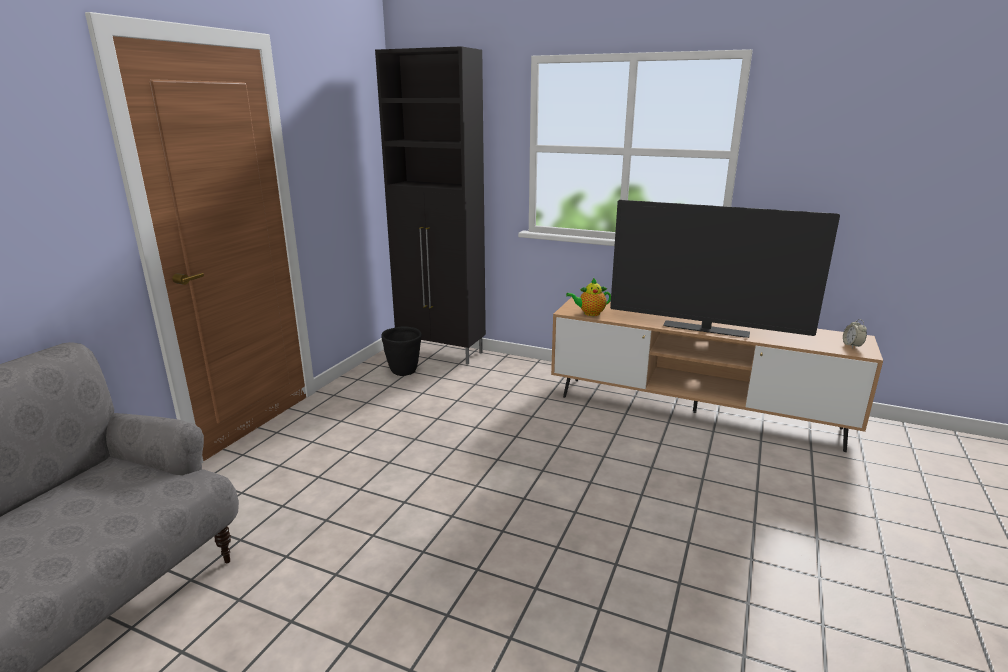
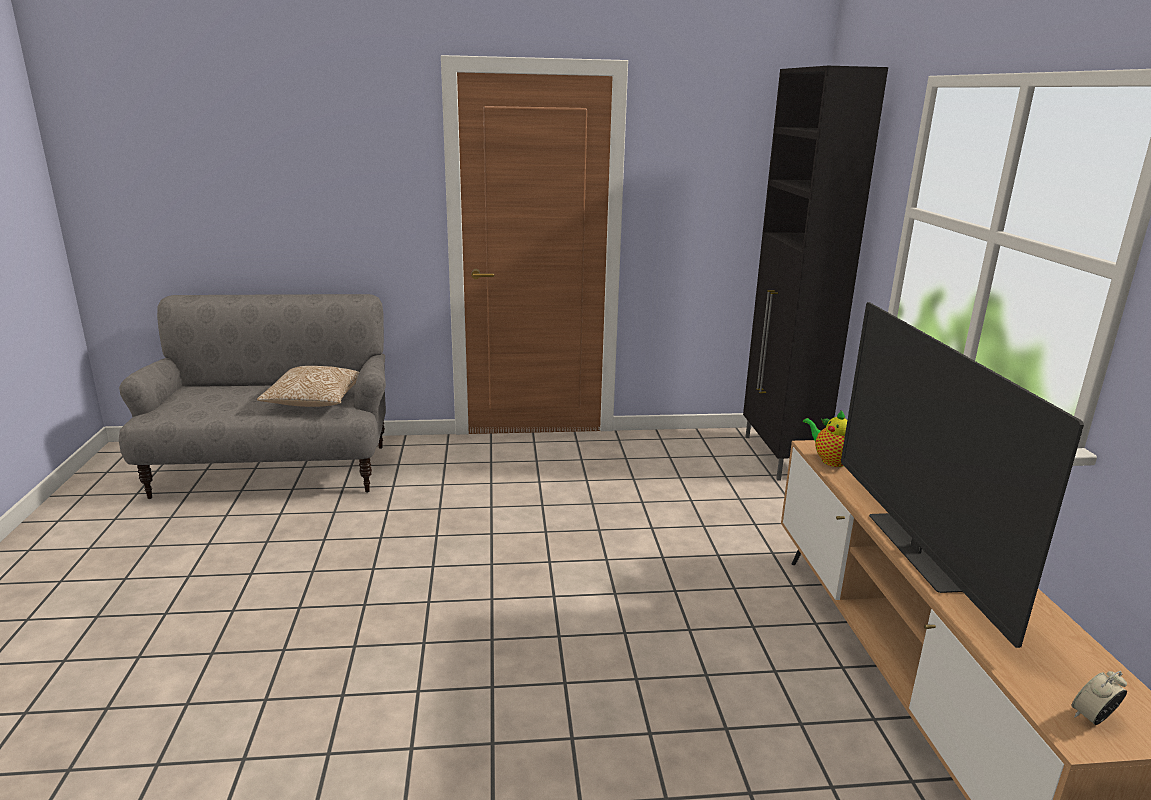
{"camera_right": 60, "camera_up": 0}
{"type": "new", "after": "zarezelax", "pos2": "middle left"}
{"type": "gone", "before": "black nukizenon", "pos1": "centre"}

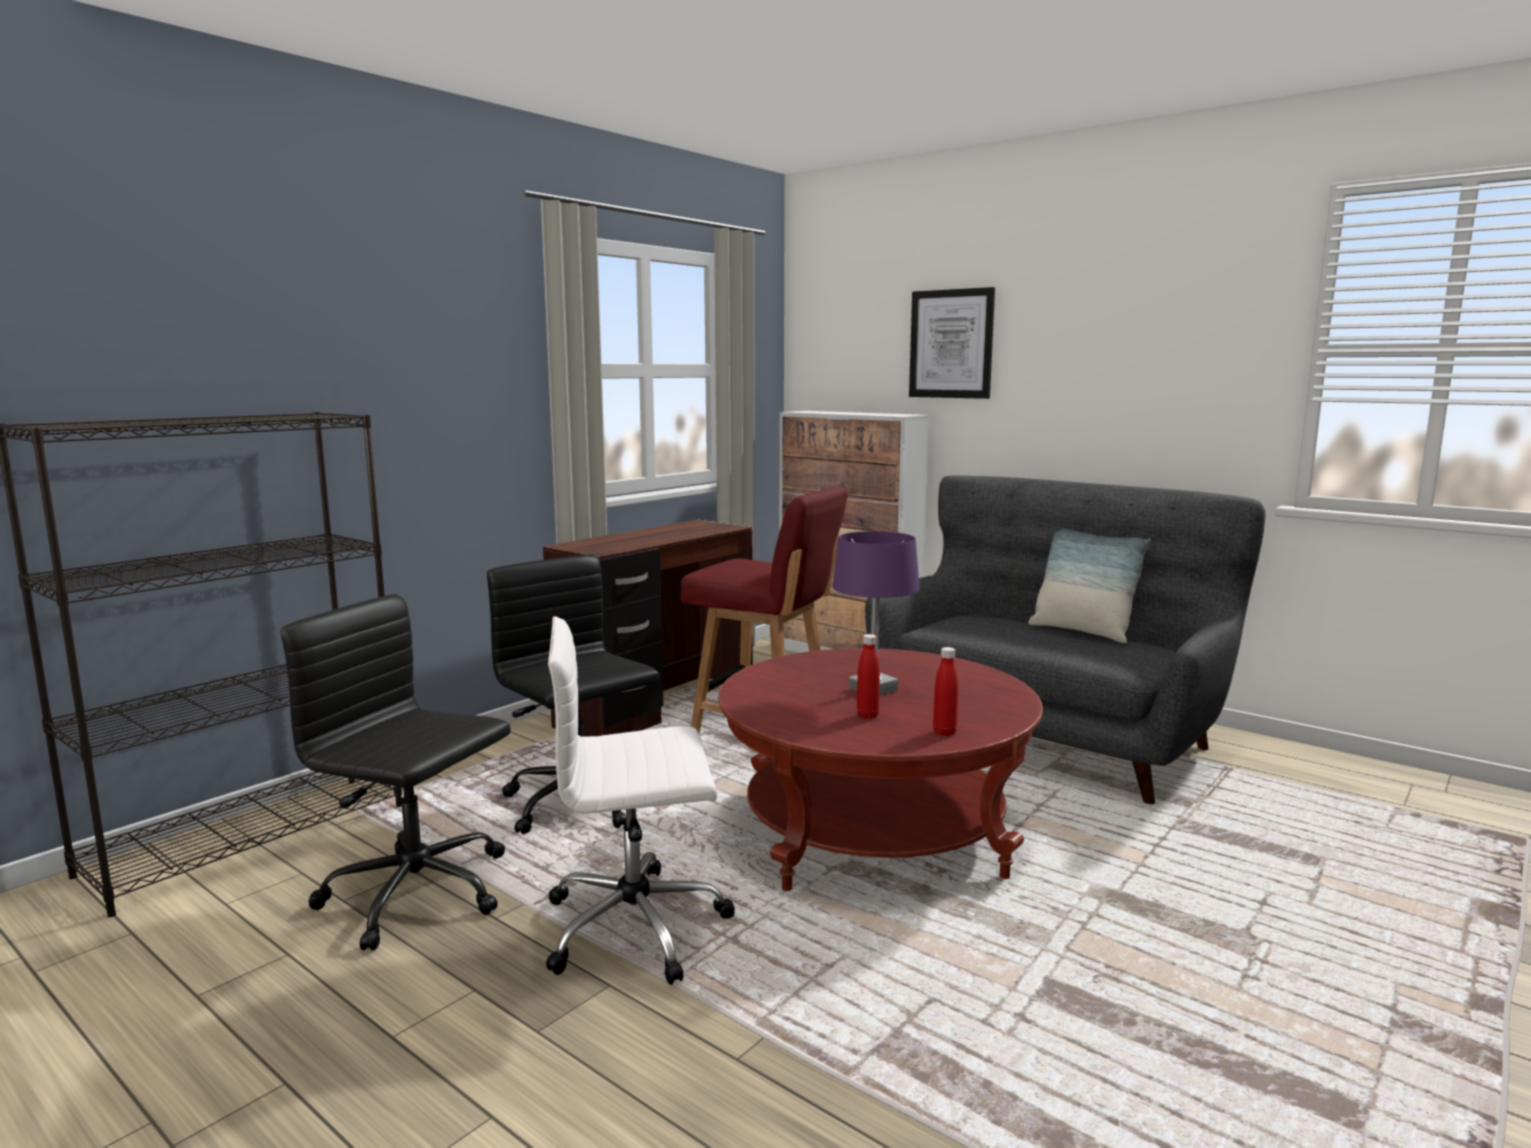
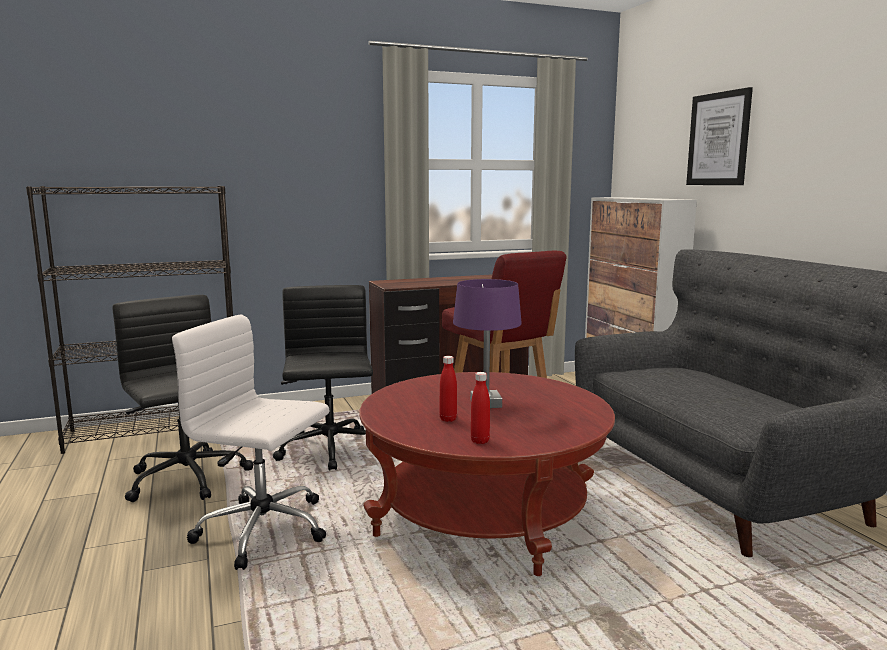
{"camera_right": 30, "camera_up": 0}
{"type": "gone", "before": "zarezelax", "pos1": "middle right"}

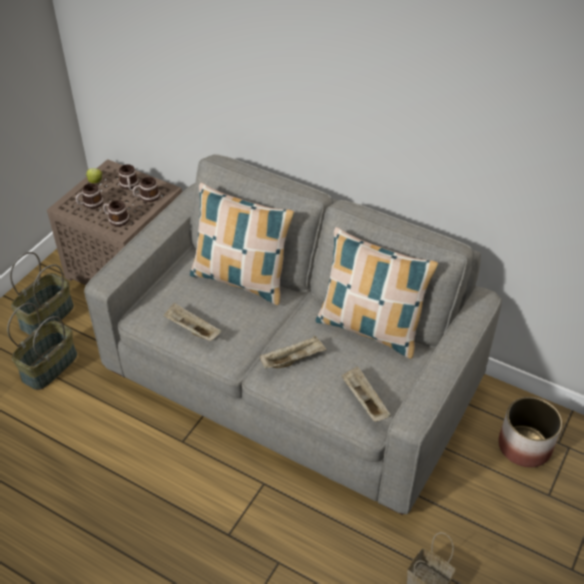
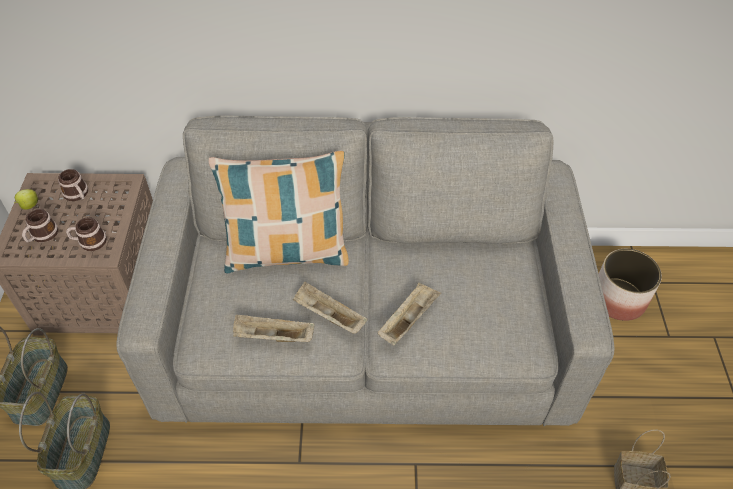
{"camera_right": -30, "camera_up": 5}
{"type": "shifted", "before": "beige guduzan (no. 3 from left in the first image)", "after": "beige guduzan (no. 2 from left)", "pos1": "bottom centre", "pos2": "centre"}
{"type": "gone", "before": "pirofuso (no. 4 from left)", "pos1": "top left"}
{"type": "gone", "before": "zarezelax (no. 2 from left)", "pos1": "centre"}

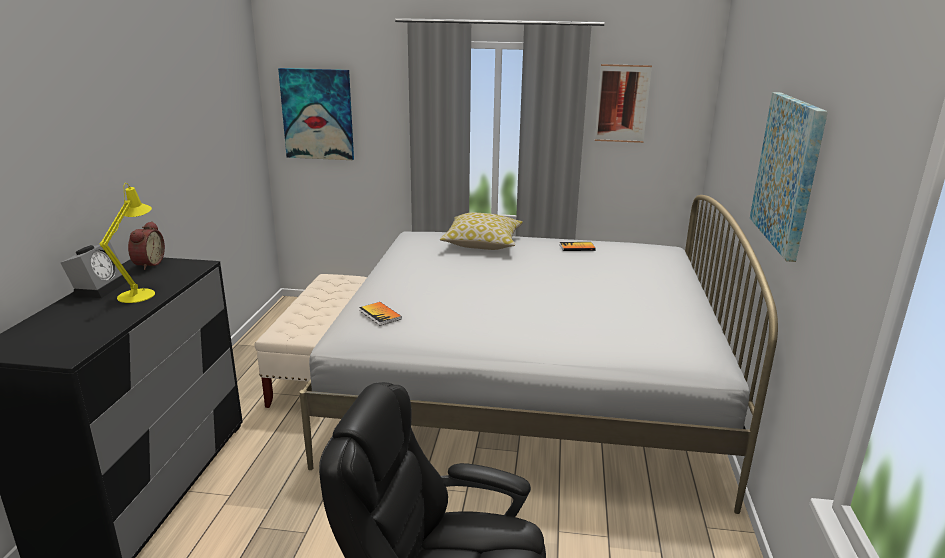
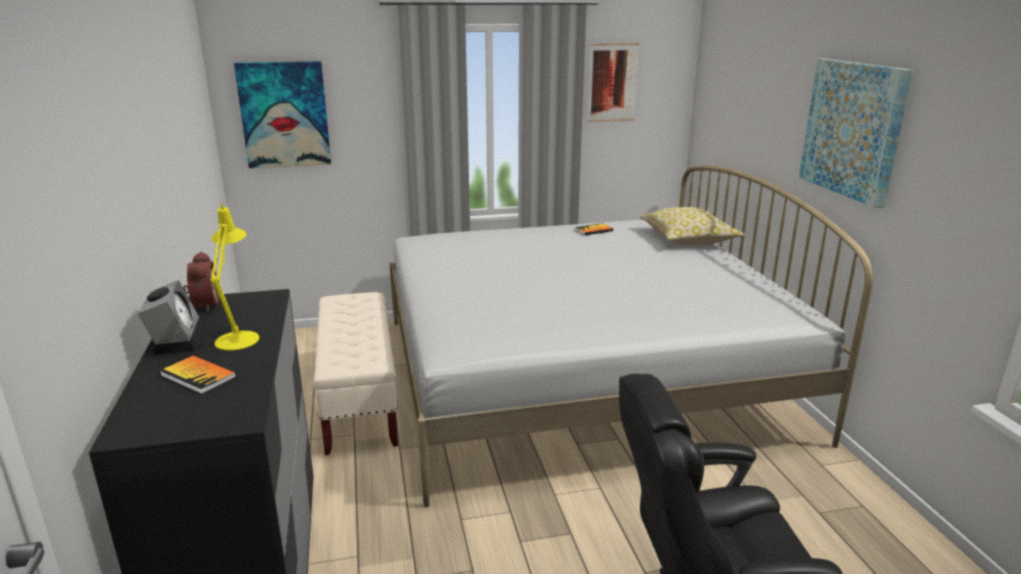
{"camera_right": -20, "camera_up": 0}
{"type": "shifted", "before": "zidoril (no. 1 from left)", "pos1": "centre", "pos2": "middle left"}
{"type": "shifted", "before": "zarezelax", "pos1": "centre", "pos2": "middle right"}

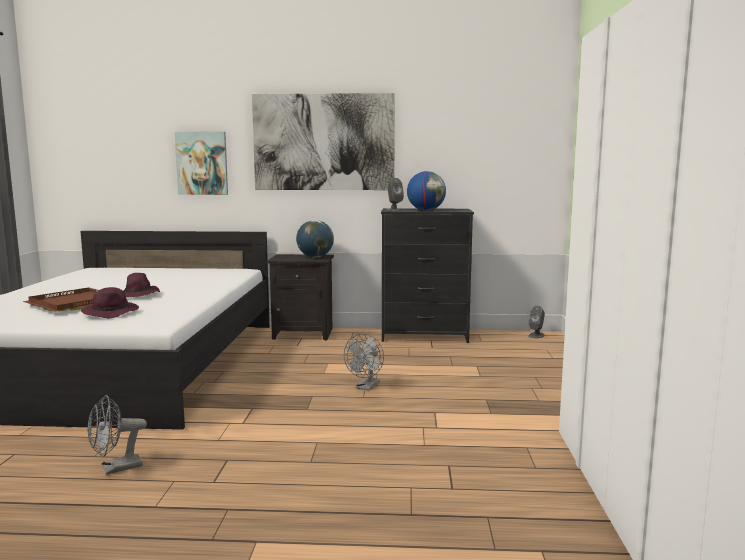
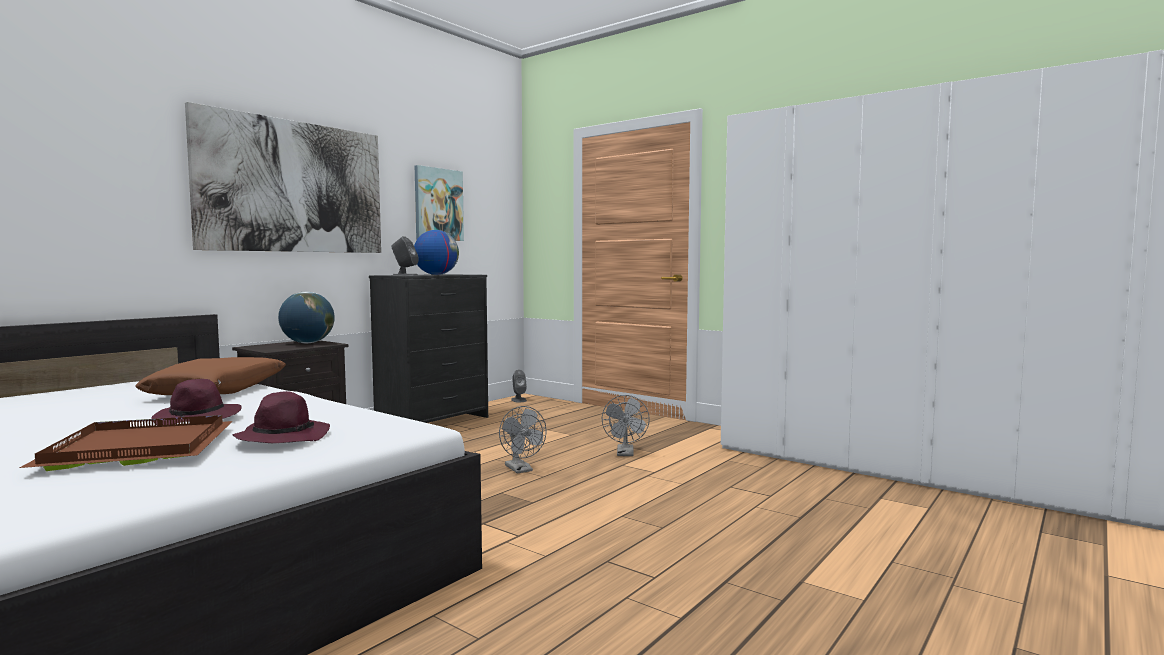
{"camera_right": -55, "camera_up": -5}
{"type": "new", "after": "brown zarezelax", "pos2": "middle left"}
{"type": "shifted", "before": "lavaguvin (no. 1 from left in the first image)", "after": "lavaguvin (no. 2 from left)", "pos1": "top left", "pos2": "top centre"}
{"type": "shifted", "before": "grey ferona (no. 1 from left in the first image)", "after": "grey ferona (no. 2 from left)", "pos1": "bottom left", "pos2": "centre"}

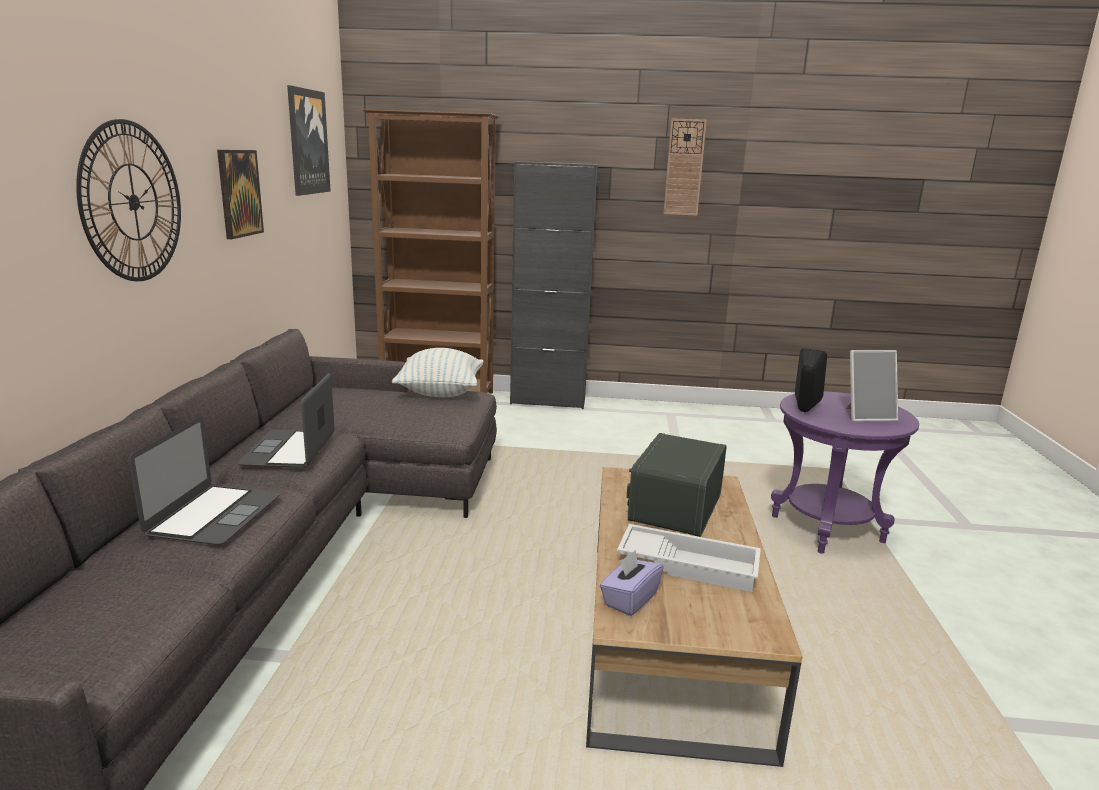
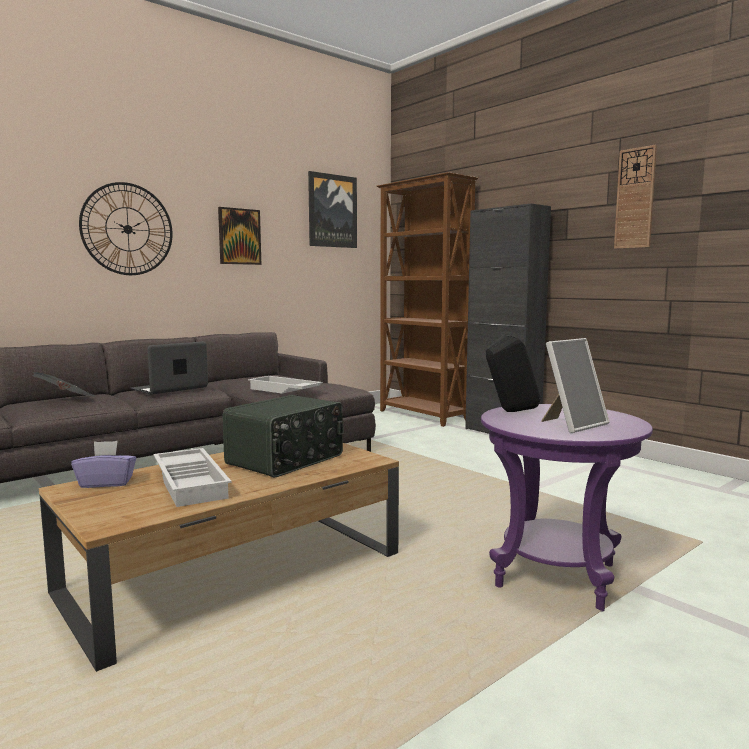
{"camera_right": 45, "camera_up": -10}
{"type": "swapped", "before": "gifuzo (no. 1 from left)", "after": "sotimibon", "pos1": "middle left", "pos2": "middle left"}
{"type": "rotated", "before": "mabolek", "pos1": "centre", "pos2": "centre", "turn": 150}
{"type": "new", "after": "white guduzan (no. 2 from left)", "pos2": "centre"}
{"type": "rotated", "before": "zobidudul", "pos1": "middle right", "pos2": "middle right", "turn": -75}
{"type": "gone", "before": "zarezelax", "pos1": "centre"}

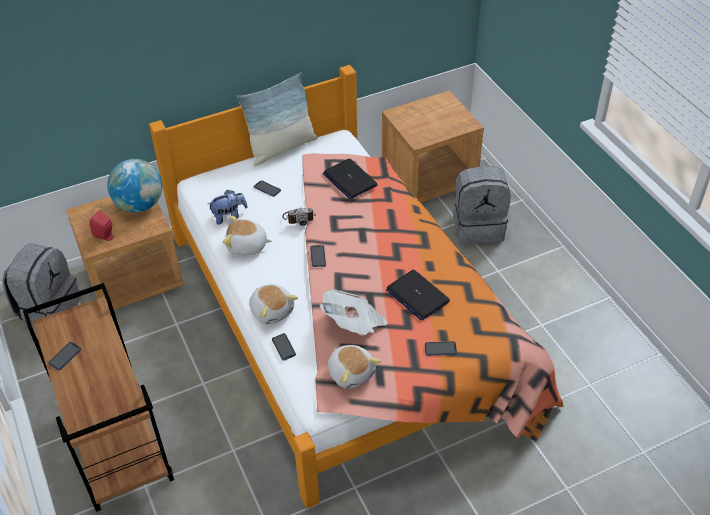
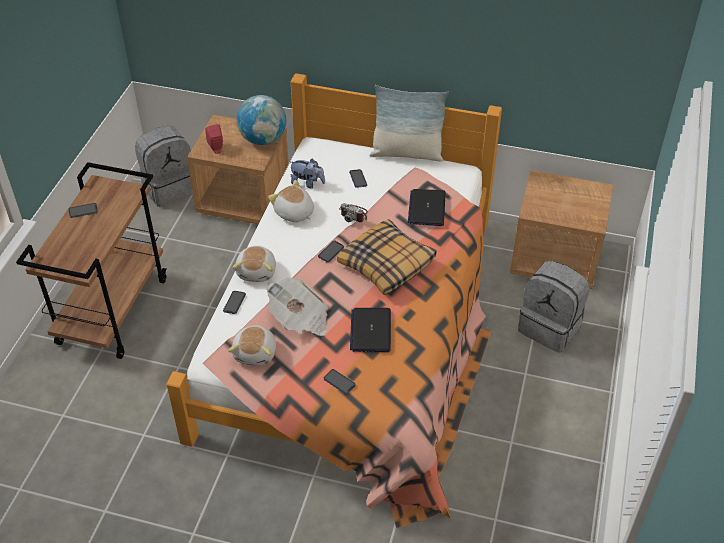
{"camera_right": 40, "camera_up": 0}
{"type": "new", "after": "zarezelax (no. 1 from left)", "pos2": "centre"}

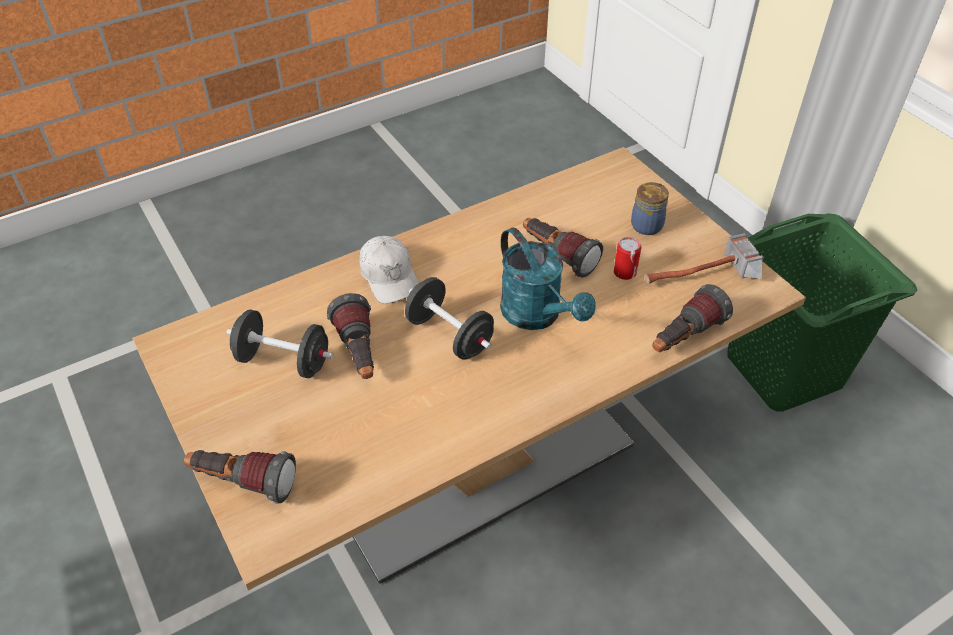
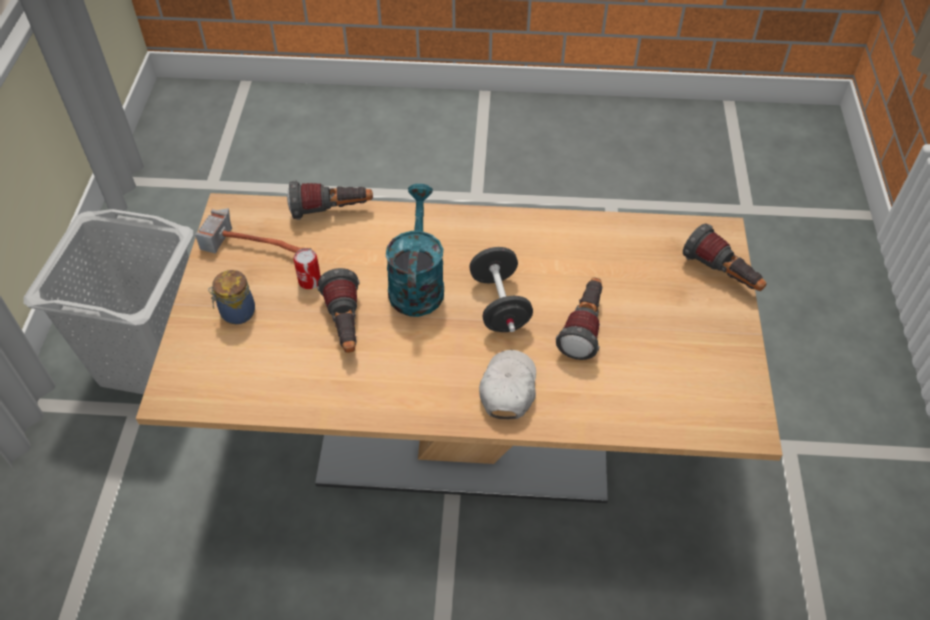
{"camera_right": -145, "camera_up": 5}
{"type": "repainted", "before": "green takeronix", "after": "grey takeronix", "pos1": "middle right", "pos2": "middle left"}
{"type": "gone", "before": "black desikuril (no. 1 from left)", "pos1": "middle left"}

